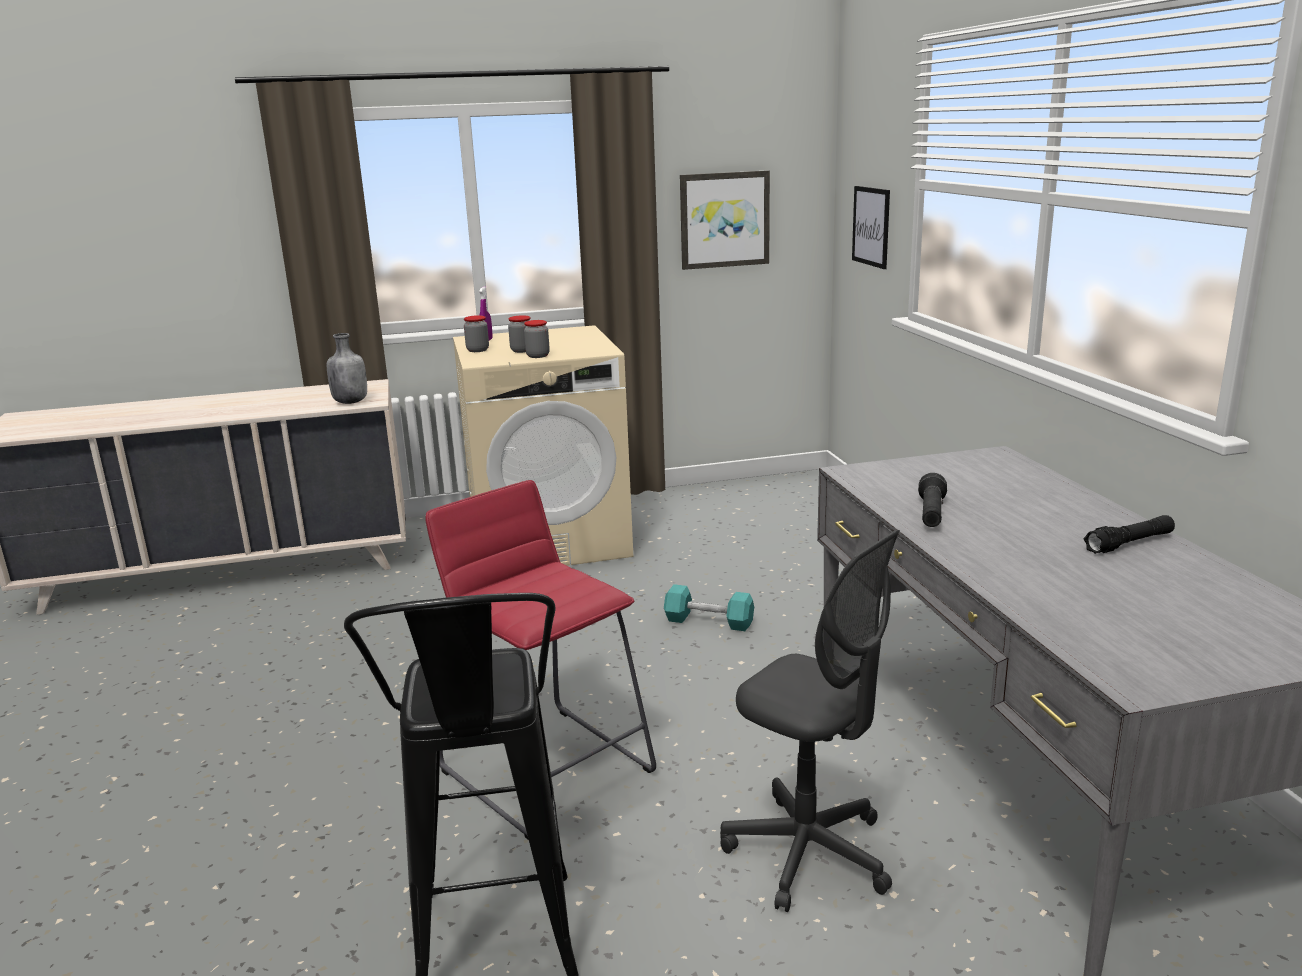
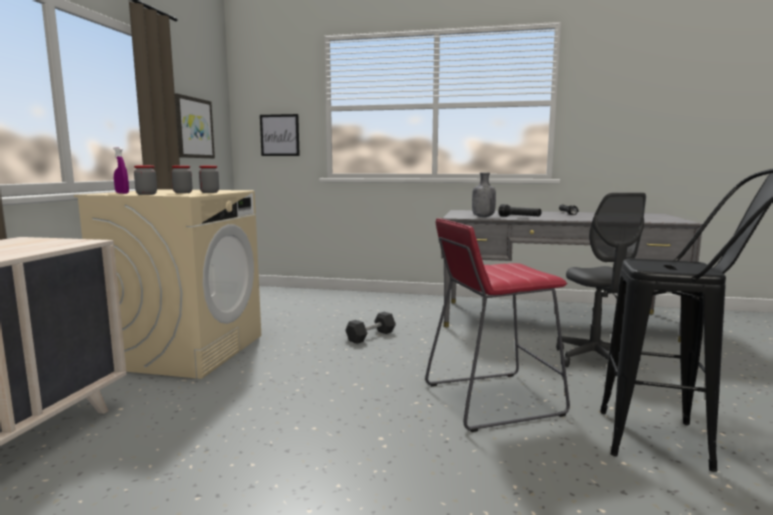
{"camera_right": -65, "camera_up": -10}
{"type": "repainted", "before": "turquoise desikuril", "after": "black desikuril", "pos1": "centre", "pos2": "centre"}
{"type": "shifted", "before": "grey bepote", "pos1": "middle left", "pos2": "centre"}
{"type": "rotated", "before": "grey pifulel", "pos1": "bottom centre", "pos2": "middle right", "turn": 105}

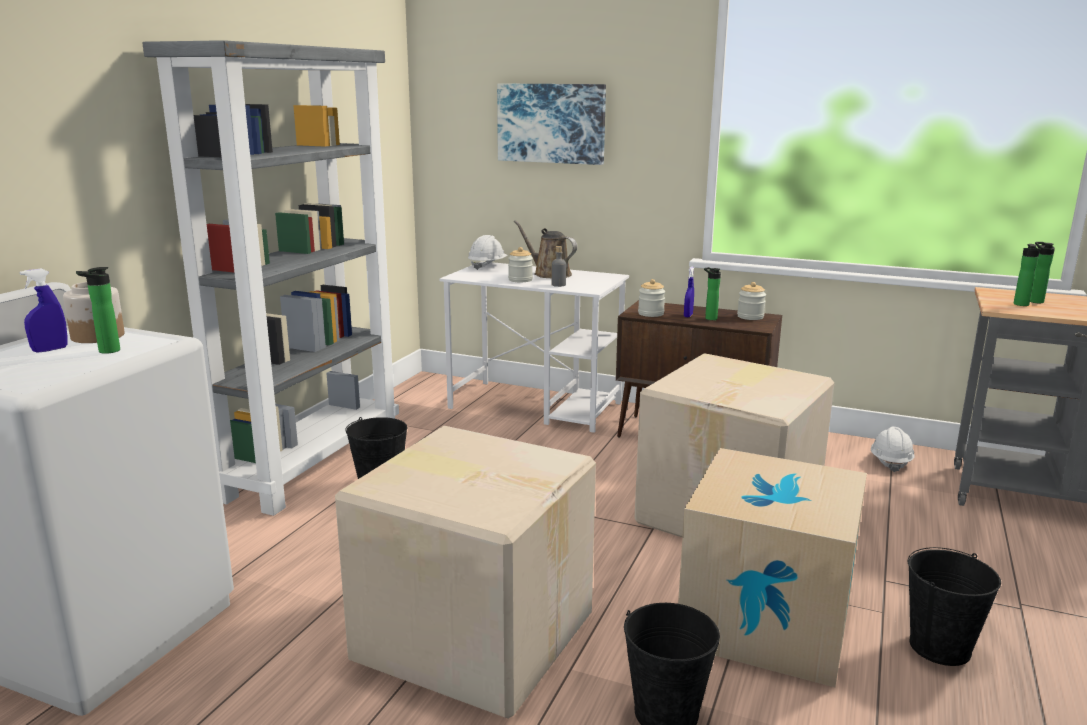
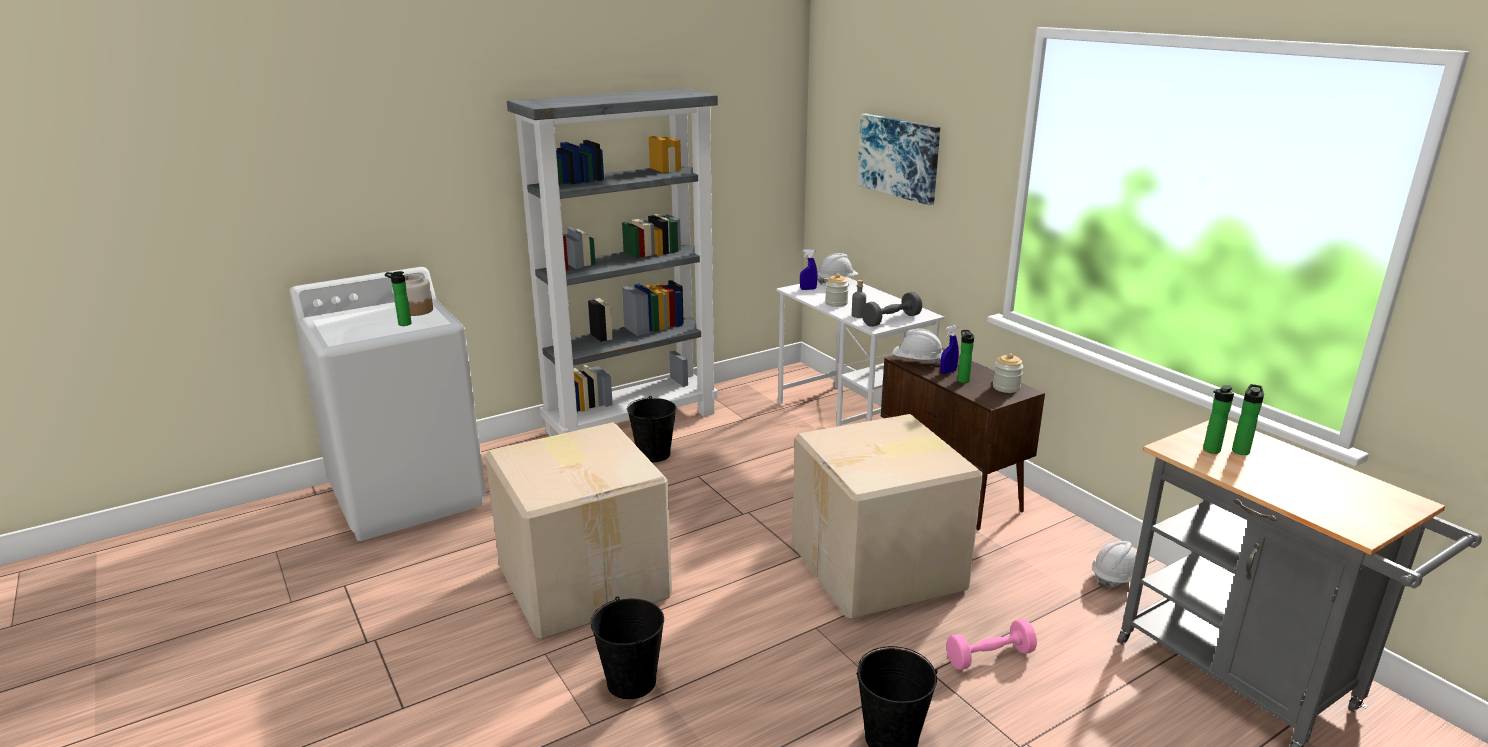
{"camera_right": 35, "camera_up": 5}
{"type": "shifted", "before": "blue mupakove (no. 1 from left)", "pos1": "middle left", "pos2": "centre"}
{"type": "new", "after": "grey desikuril", "pos2": "centre"}
{"type": "swapped", "before": "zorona (no. 3 from left)", "after": "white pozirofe (no. 2 from left)", "pos1": "centre", "pos2": "centre"}
{"type": "new", "after": "pink desikuril", "pos2": "bottom centre"}
{"type": "gone", "before": "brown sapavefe", "pos1": "centre"}
{"type": "gone", "before": "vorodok (no. 3 from left)", "pos1": "bottom right"}

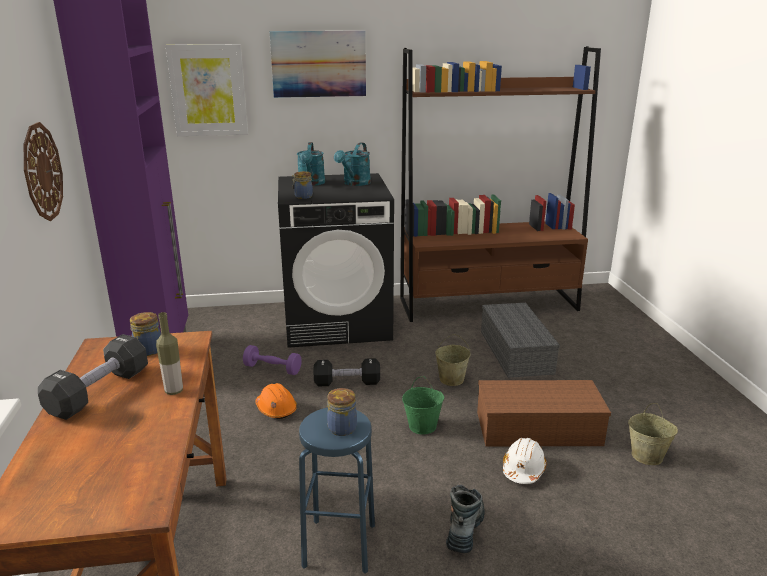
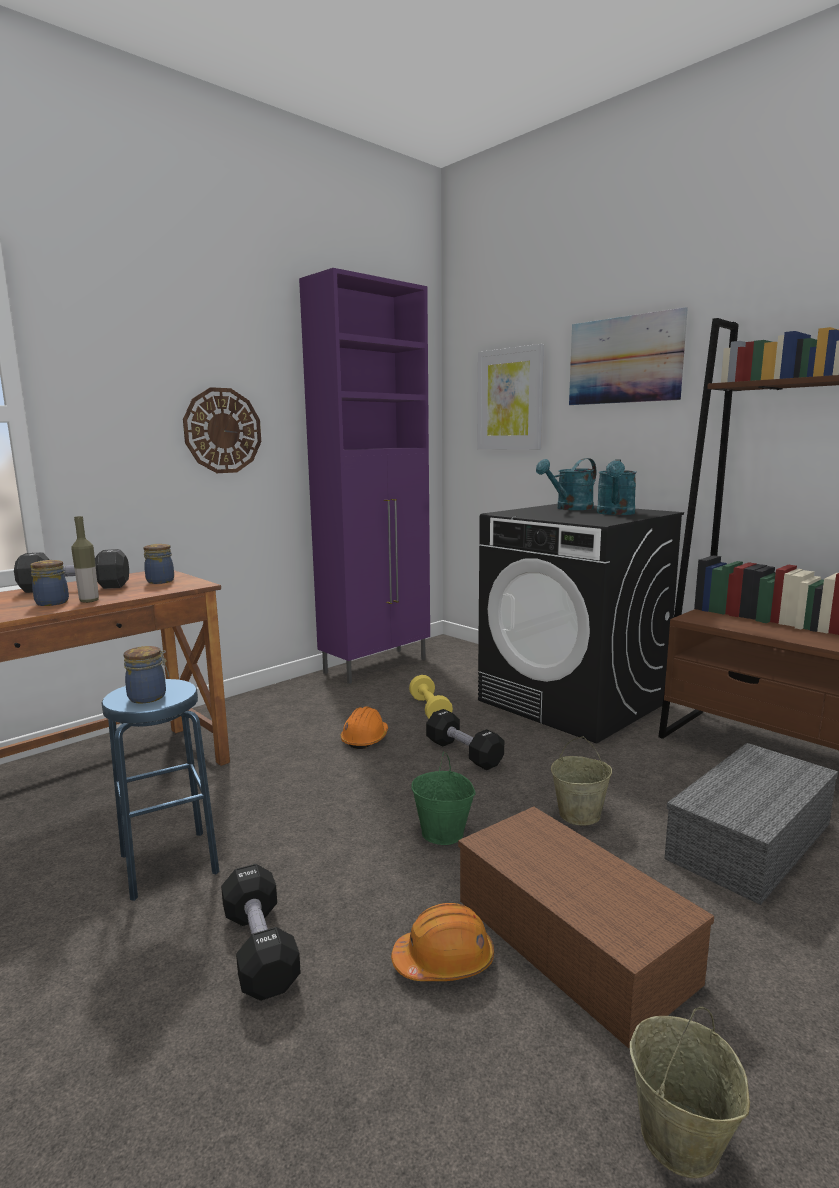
{"camera_right": 55, "camera_up": -10}
{"type": "shifted", "before": "zorona (no. 2 from left in the first image)", "after": "zorona (no. 1 from left)", "pos1": "top centre", "pos2": "middle left"}
{"type": "swapped", "before": "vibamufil", "after": "black desikuril (no. 2 from left)", "pos1": "bottom centre", "pos2": "bottom left"}
{"type": "repainted", "before": "white pozirofe", "after": "orange pozirofe (no. 2 from left)", "pos1": "bottom right", "pos2": "bottom centre"}
{"type": "repainted", "before": "purple desikuril", "after": "yellow desikuril", "pos1": "centre", "pos2": "centre"}
{"type": "rotated", "before": "turquoise sapavefe (no. 2 from left)", "pos1": "top centre", "pos2": "middle right", "turn": -60}

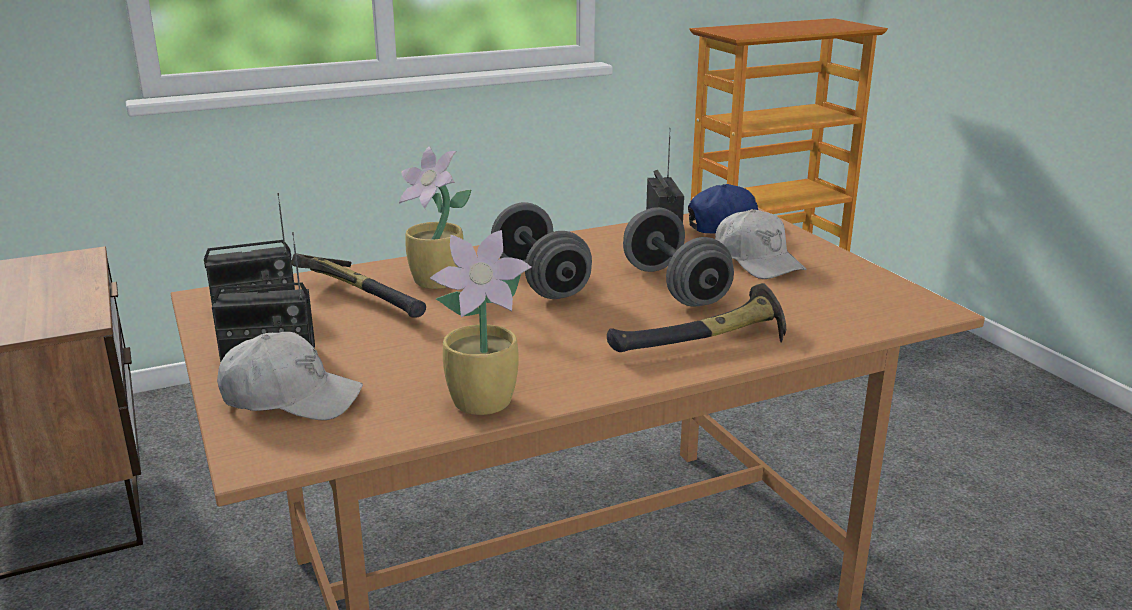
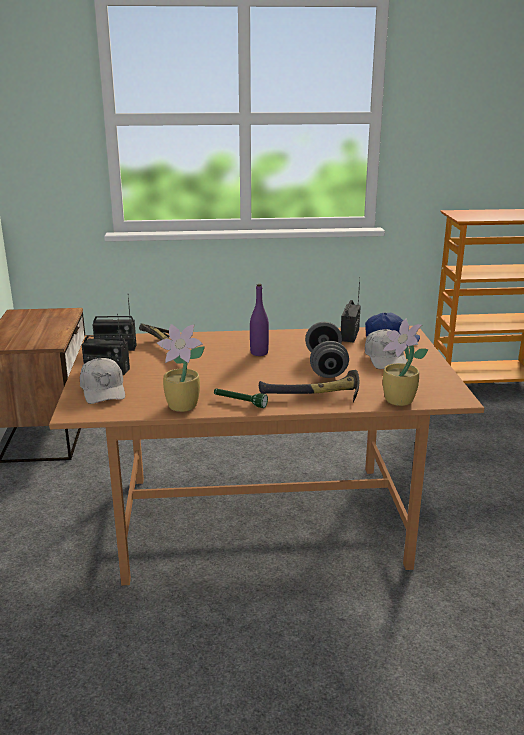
{"camera_right": 20, "camera_up": 0}
{"type": "rotated", "before": "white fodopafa (no. 1 from left)", "pos1": "middle left", "pos2": "middle left", "turn": 45}
{"type": "new", "after": "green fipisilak", "pos2": "centre"}
{"type": "swapped", "before": "grey desikuril (no. 1 from left)", "after": "purple bepote", "pos1": "centre", "pos2": "centre"}
{"type": "shifted", "before": "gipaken (no. 1 from left in the first image)", "after": "gipaken (no. 2 from left)", "pos1": "centre", "pos2": "middle right"}

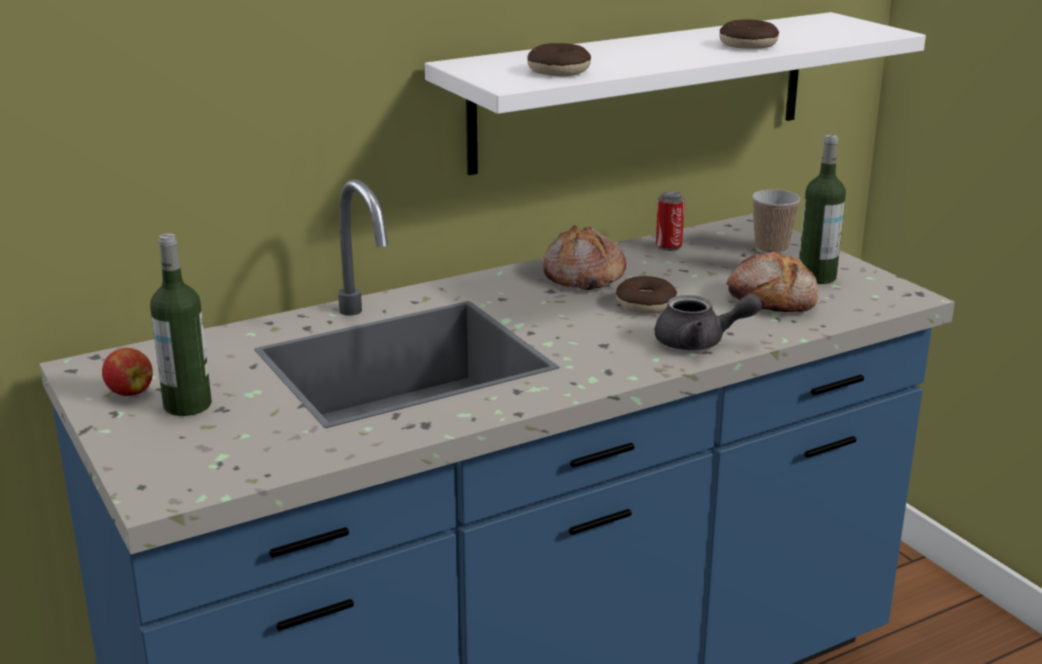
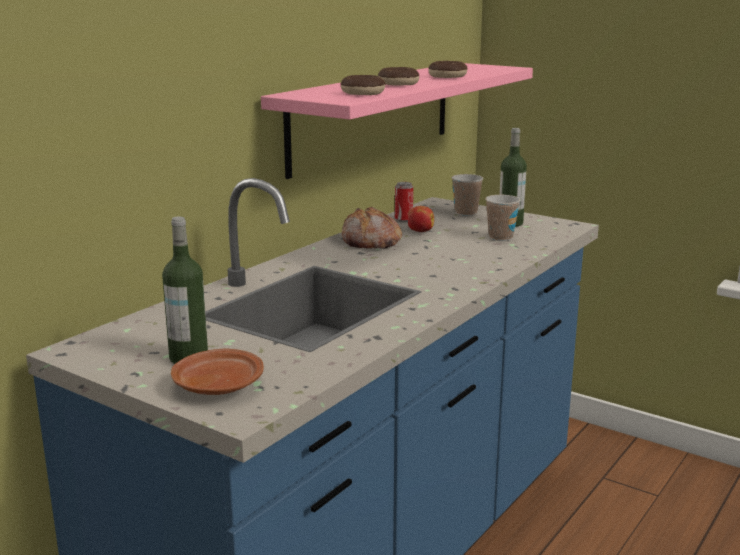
{"camera_right": -25, "camera_up": -5}
{"type": "new", "after": "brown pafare", "pos2": "bottom left"}
{"type": "repainted", "before": "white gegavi", "after": "pink gegavi", "pos1": "top centre", "pos2": "top centre"}
{"type": "shifted", "before": "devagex (no. 2 from left)", "pos1": "centre", "pos2": "top centre"}
{"type": "shifted", "before": "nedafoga", "pos1": "middle left", "pos2": "centre"}
{"type": "swapped", "before": "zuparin (no. 2 from left)", "after": "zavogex (no. 2 from left)", "pos1": "middle right", "pos2": "middle right"}
{"type": "gone", "before": "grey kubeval", "pos1": "middle right"}

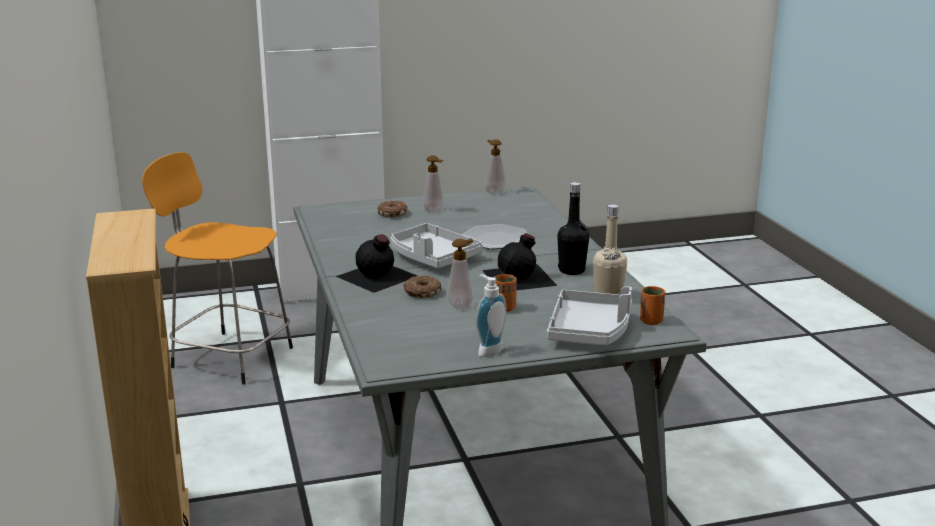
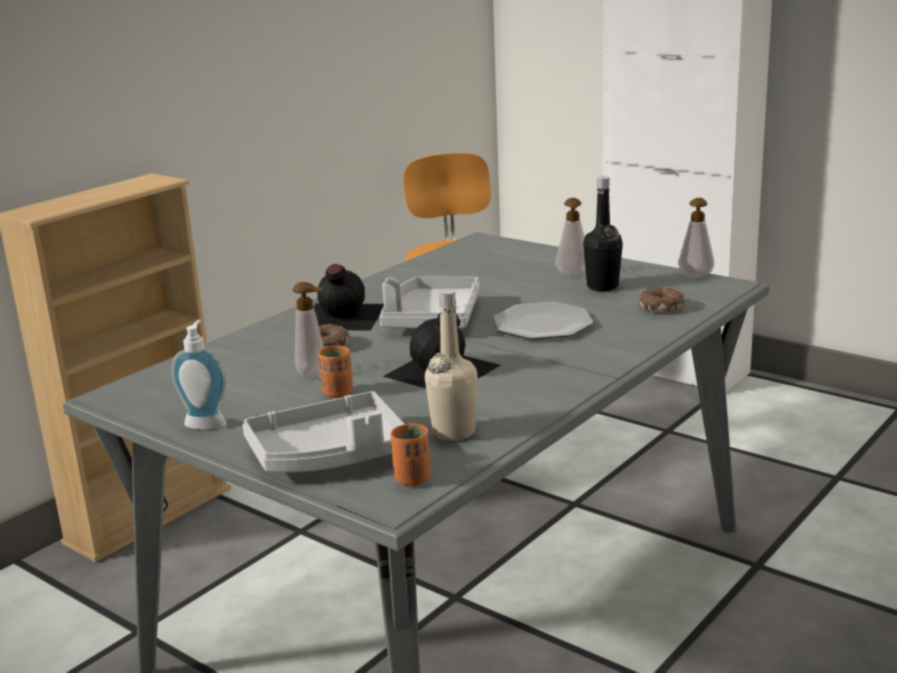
{"camera_right": 55, "camera_up": 0}
{"type": "shifted", "before": "black bepote (no. 3 from left)", "pos1": "centre", "pos2": "middle right"}
{"type": "shifted", "before": "devagex (no. 1 from left in the first image)", "after": "devagex (no. 2 from left)", "pos1": "centre", "pos2": "middle right"}

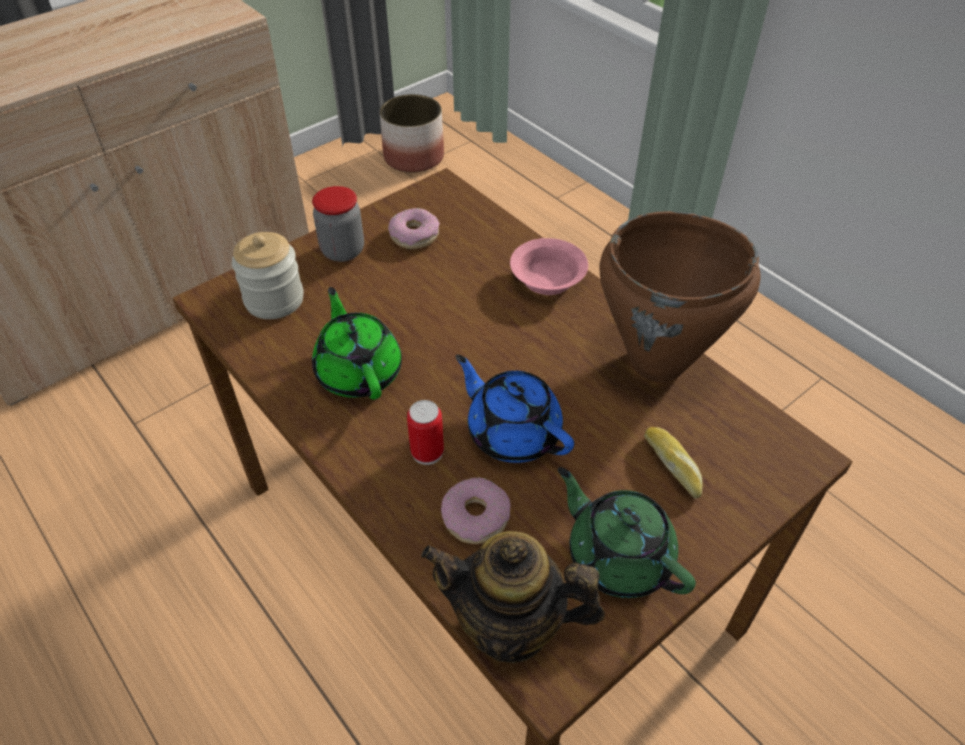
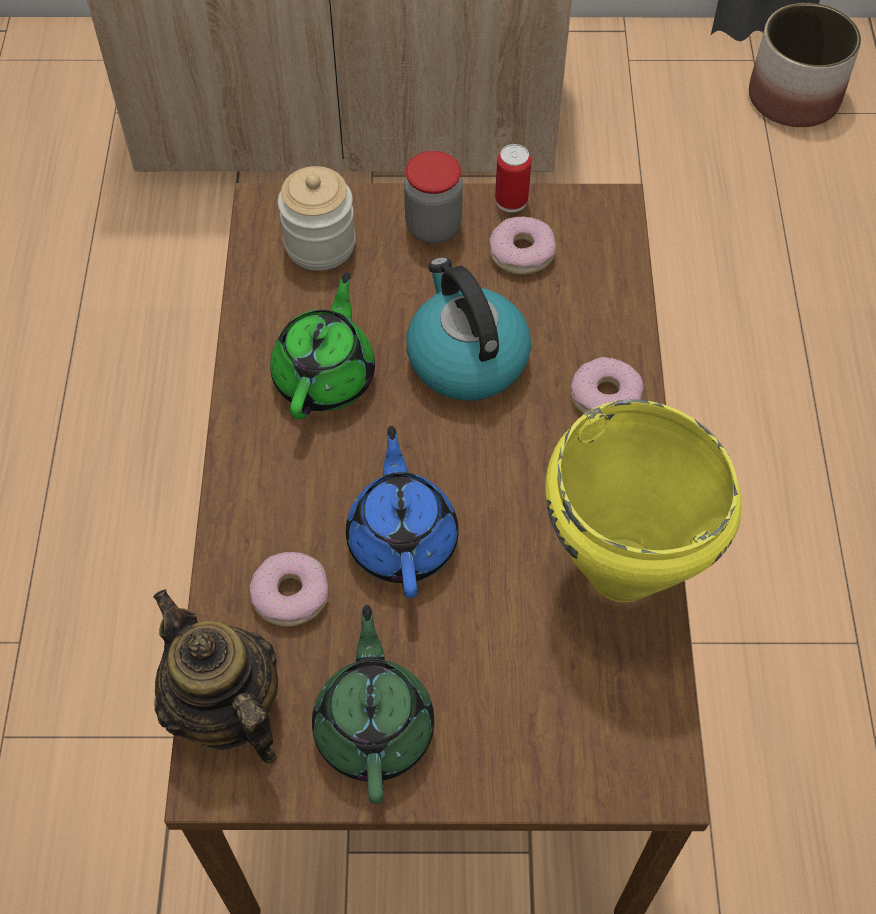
{"camera_right": 40, "camera_up": 10}
{"type": "new", "after": "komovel", "pos2": "centre"}
{"type": "shifted", "before": "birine", "pos1": "centre", "pos2": "top centre"}
{"type": "repainted", "before": "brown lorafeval", "after": "yellow lorafeval", "pos1": "middle right", "pos2": "middle right"}
{"type": "swapped", "before": "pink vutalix", "after": "devagex (no. 3 from left)", "pos1": "centre", "pos2": "middle right"}
{"type": "gone", "before": "zuparin", "pos1": "middle right"}

